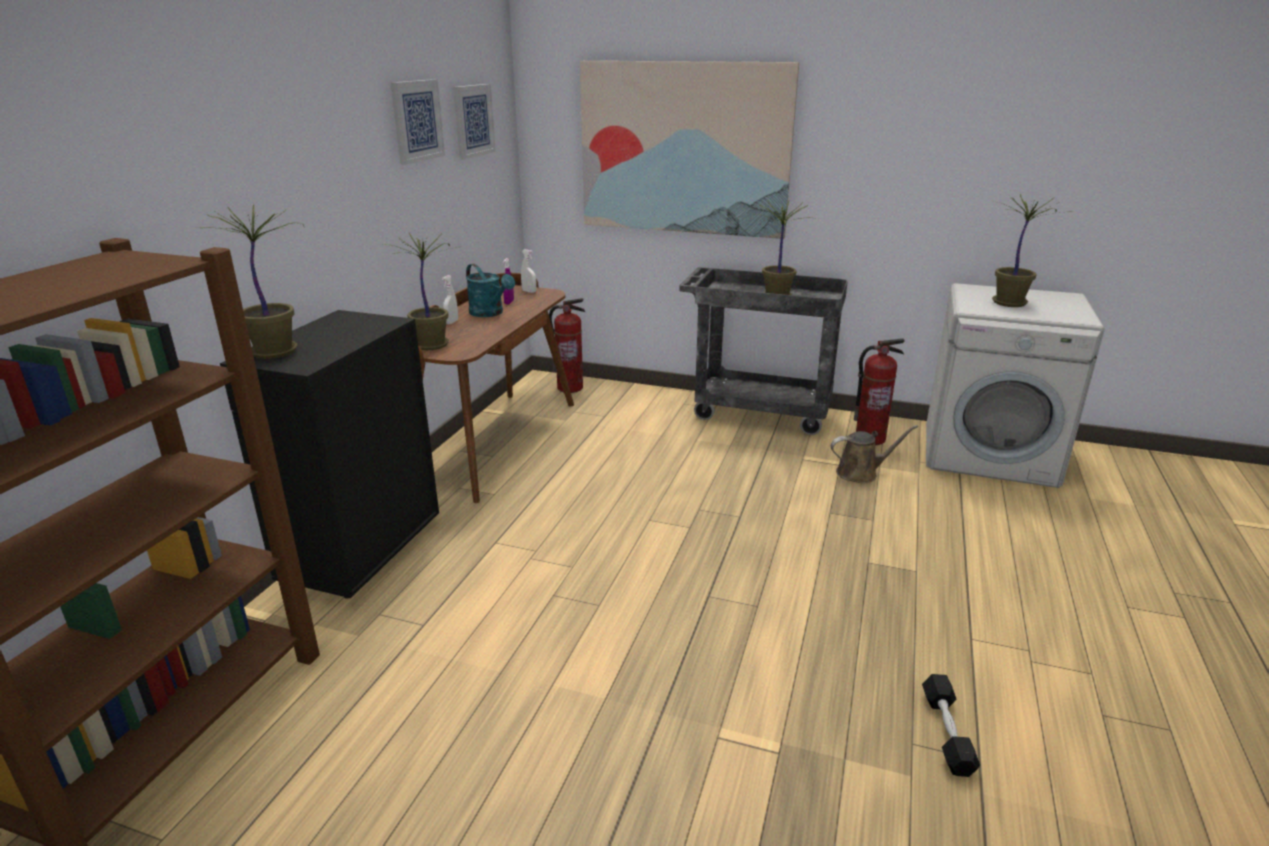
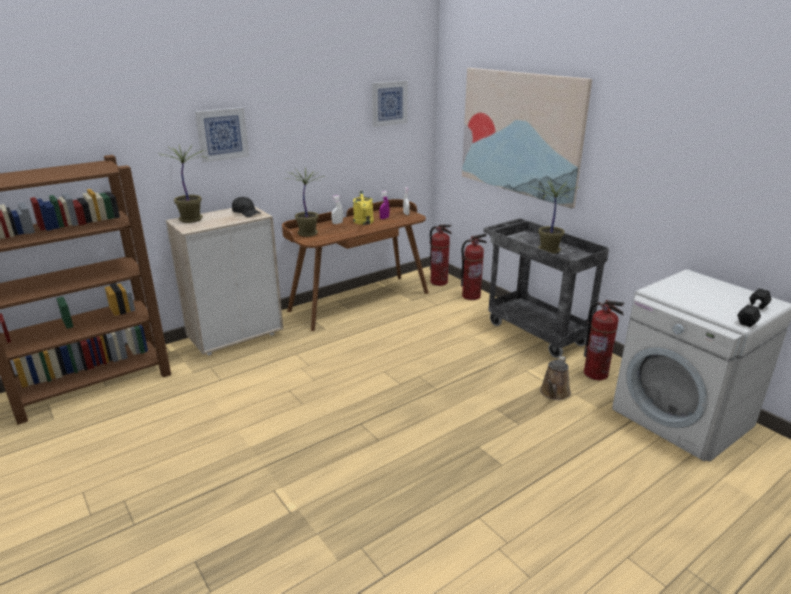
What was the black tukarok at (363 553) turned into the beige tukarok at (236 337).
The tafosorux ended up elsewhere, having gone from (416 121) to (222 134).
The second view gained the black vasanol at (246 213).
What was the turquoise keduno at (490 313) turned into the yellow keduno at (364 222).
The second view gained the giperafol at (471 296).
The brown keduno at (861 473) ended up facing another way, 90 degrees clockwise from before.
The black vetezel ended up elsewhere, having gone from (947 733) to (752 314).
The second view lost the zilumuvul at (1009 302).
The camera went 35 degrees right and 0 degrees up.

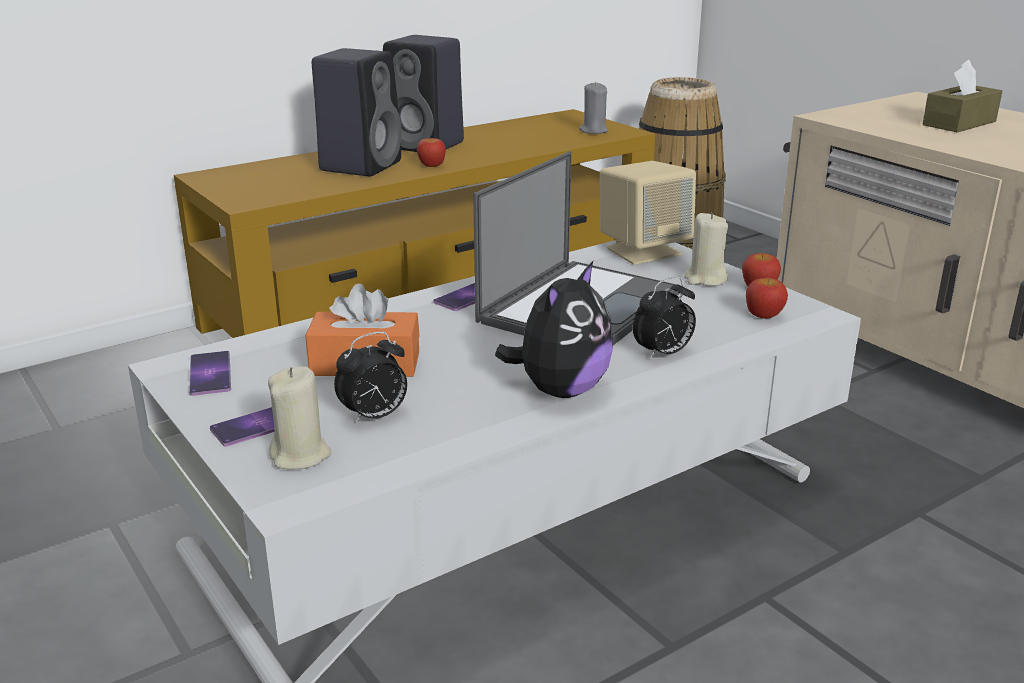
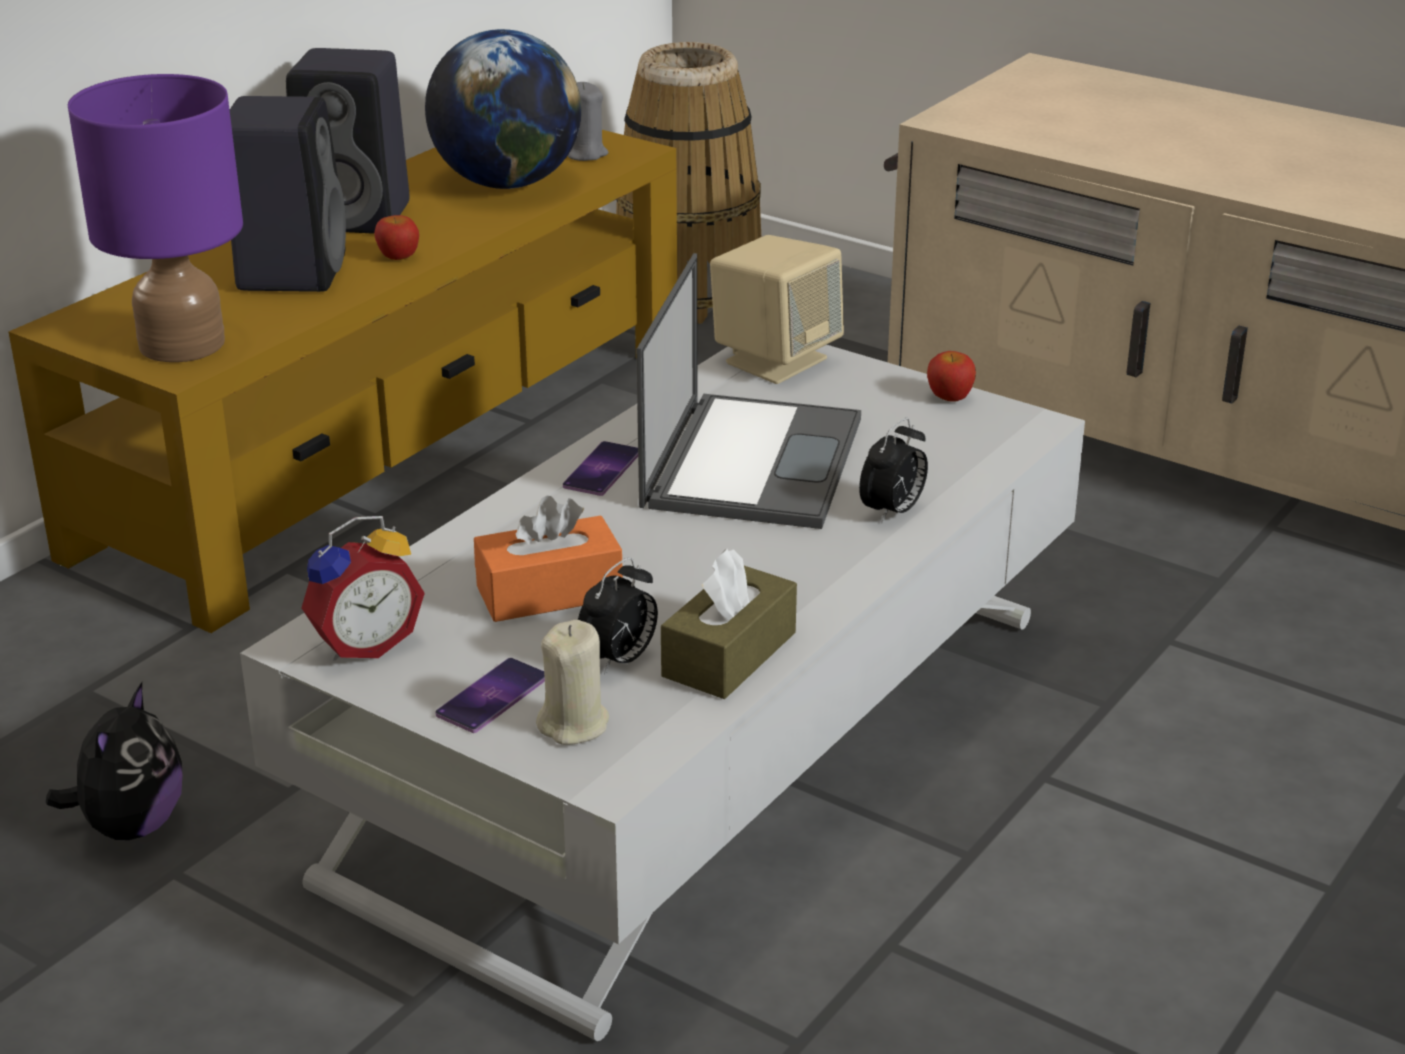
The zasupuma ended up elsewhere, having gone from (560 390) to (131 825).
The second view gained the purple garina at (184 344).
Where the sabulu stood at (210 373), the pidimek came to stand at (364 644).
The second view gained the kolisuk at (507 183).
The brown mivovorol ended up elsewhere, having gone from (959 123) to (729 654).
The second view lost the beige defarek at (705 279).
The second view lost the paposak at (764 315).
The camera went 20 degrees left and 5 degrees up.

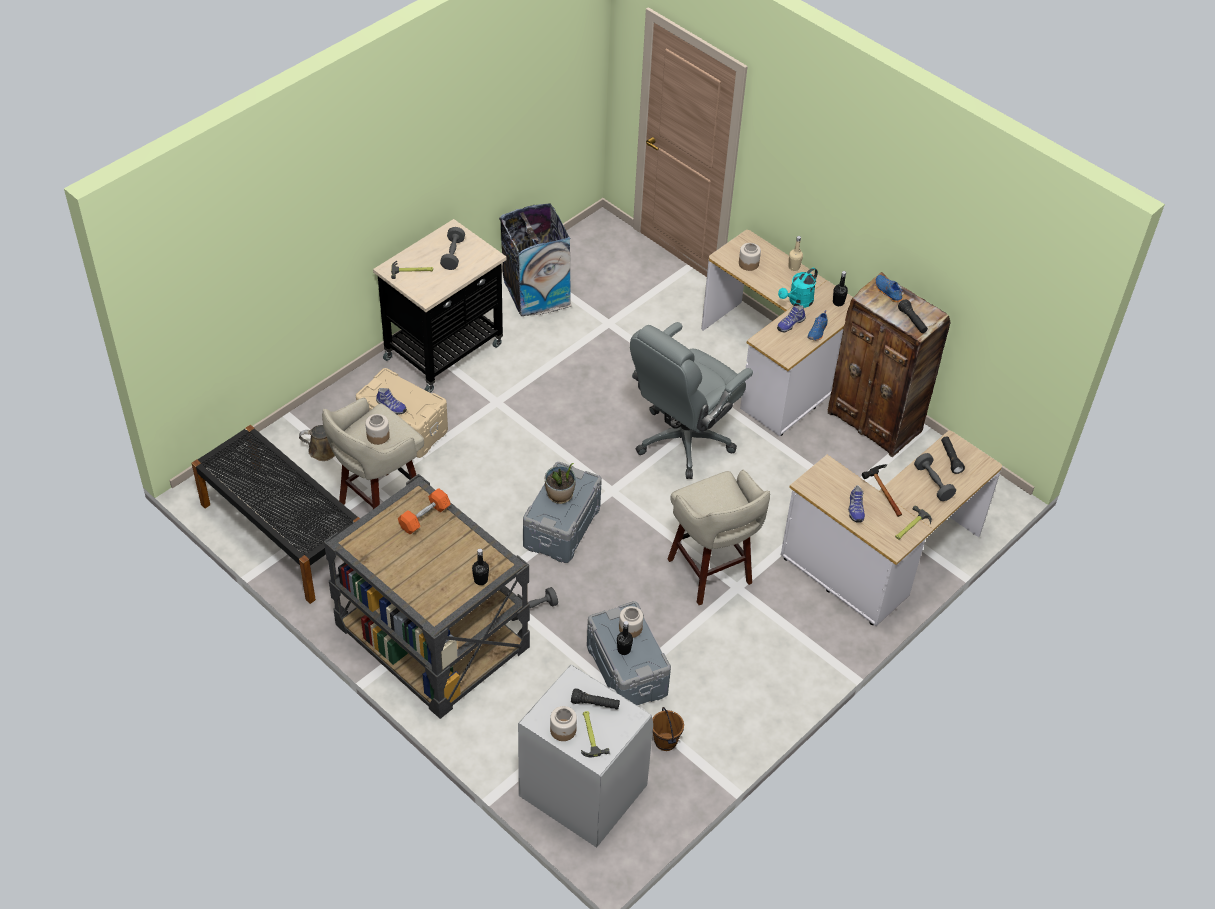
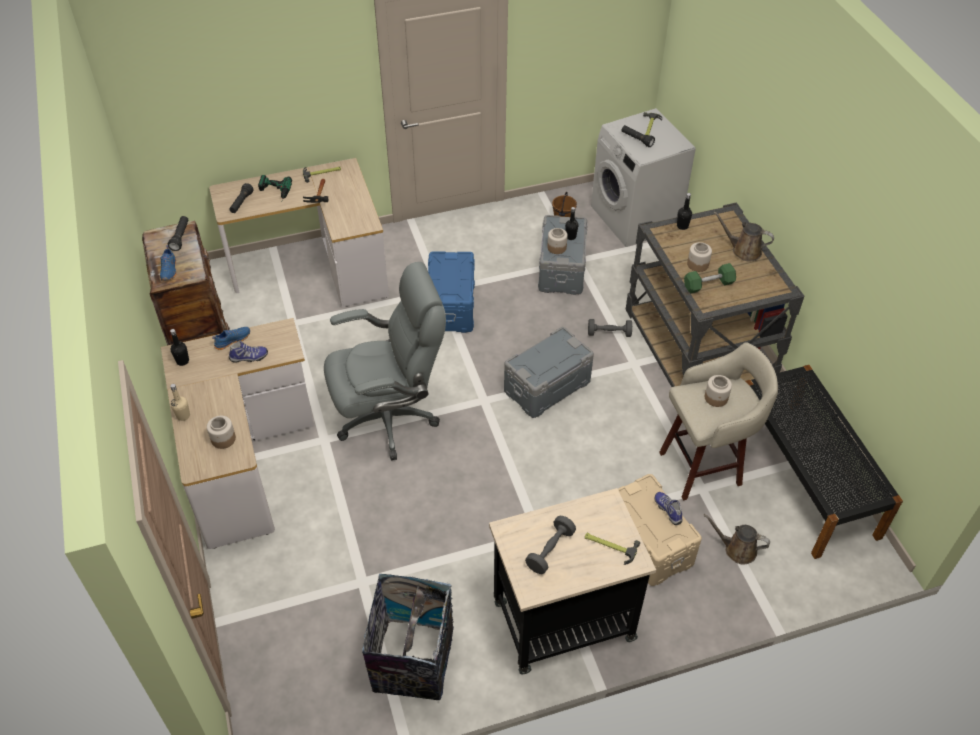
Where the grey vetezel stood at (933 483), the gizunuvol came to stand at (274 192).
Where the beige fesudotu stood at (711 574), the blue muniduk came to stand at (452 306).
What was the orange vetezel at (424 517) turned into the green vetezel at (708 285).
The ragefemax ended up elsewhere, having gone from (563 730) to (697 264).
The second view gained the brown keduno at (743 250).
The second view lost the zilumuvul at (560 495).
The second view lost the turquoise keduno at (798 302).
The second view lost the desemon at (855 509).
The camera went 150 degrees left and 0 degrees up.

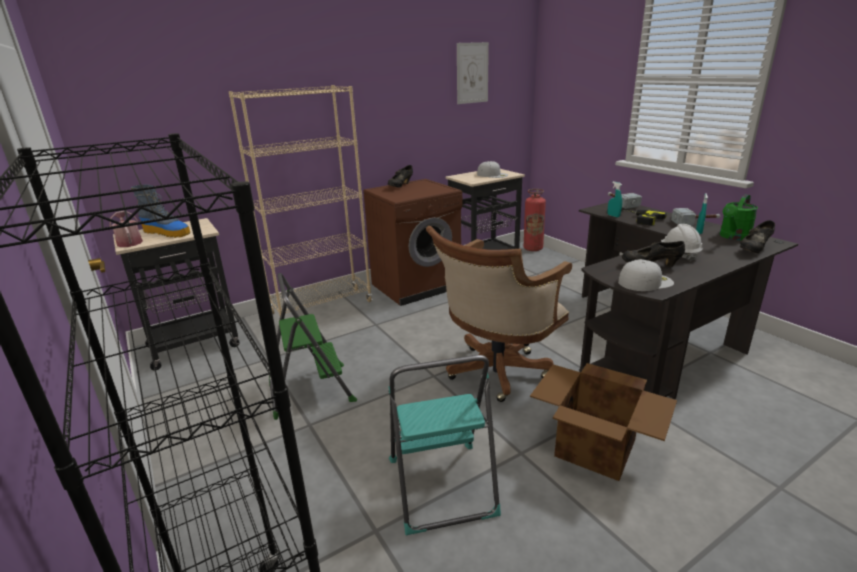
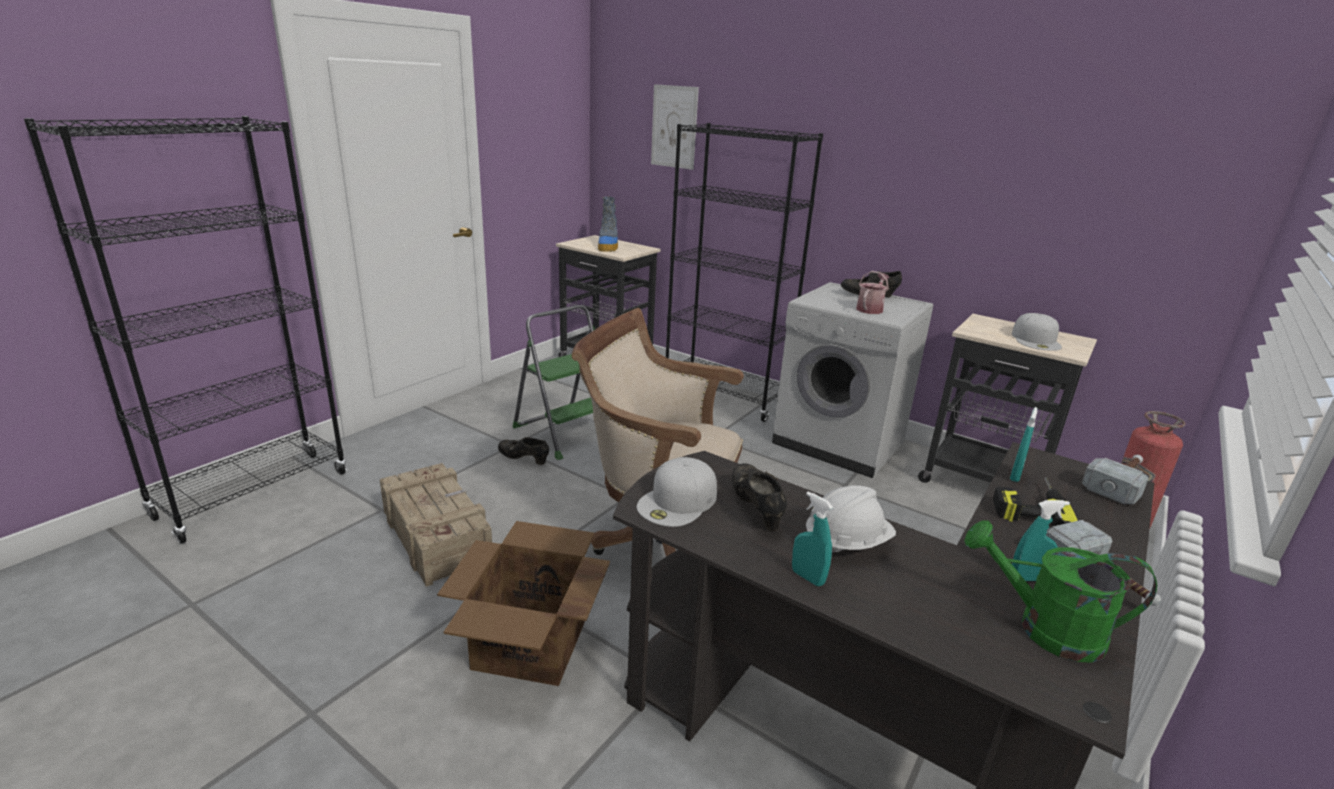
Where the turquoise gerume stood at (441 489), the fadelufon came to stand at (437 535).
The black desemon ended up elsewhere, having gone from (754 250) to (524 459).
The white vasanol at (645 281) ended up facing another way, 75 degrees clockwise from before.
The tafosorux ended up elsewhere, having gone from (472 73) to (674 127).
What was the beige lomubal at (321 307) turned into the black lomubal at (724 398).
What was the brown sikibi at (417 286) turned into the white sikibi at (837 444).
The second view gained the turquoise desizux at (807 577).
The keduno ended up elsewhere, having gone from (129 242) to (870 308).
The camera went 65 degrees right and 0 degrees up.

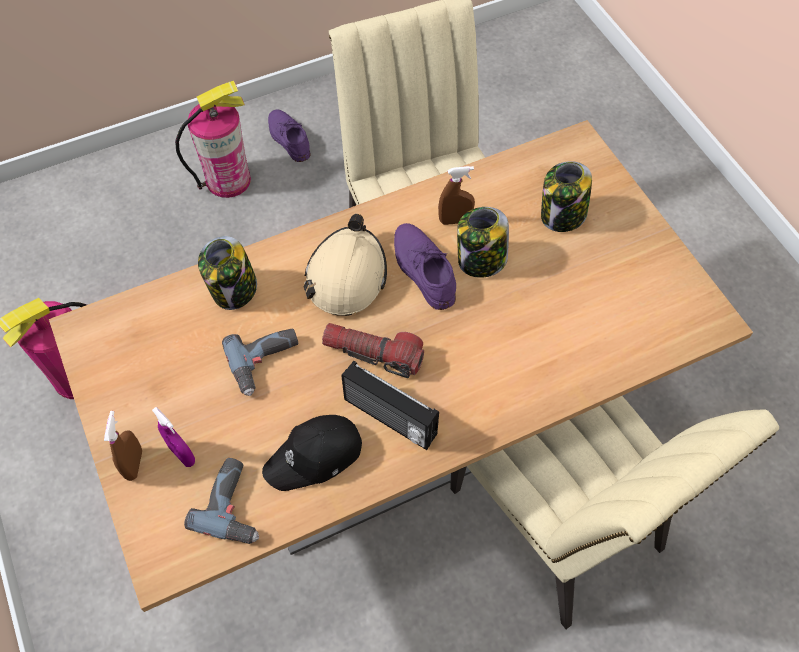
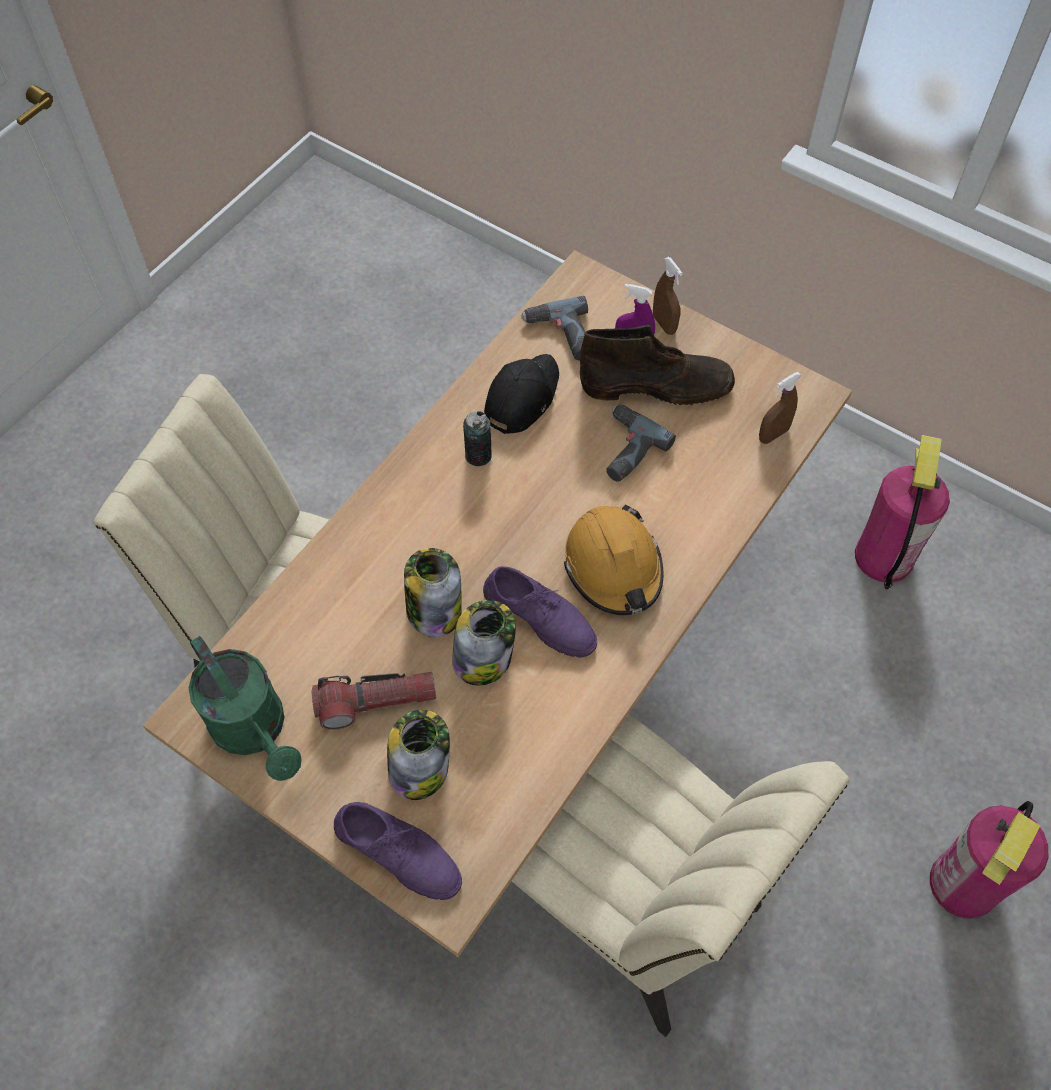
The second view gained the green keduno at (255 731).
The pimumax ended up elsewhere, having gone from (373 354) to (376 702).
The purple desemon ended up elsewhere, having gone from (288 138) to (399 852).
The ragefemax ended up elsewhere, having gone from (234 290) to (433 610).
Where the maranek stood at (389 419), the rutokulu came to stand at (478 455).
What was the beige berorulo at (346 276) turned into the orange berorulo at (613 567).
The second view gained the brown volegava at (657 385).
The brown desizux ended up elsewhere, having gone from (455 220) to (773 434).
The camera went 150 degrees right and 0 degrees up.

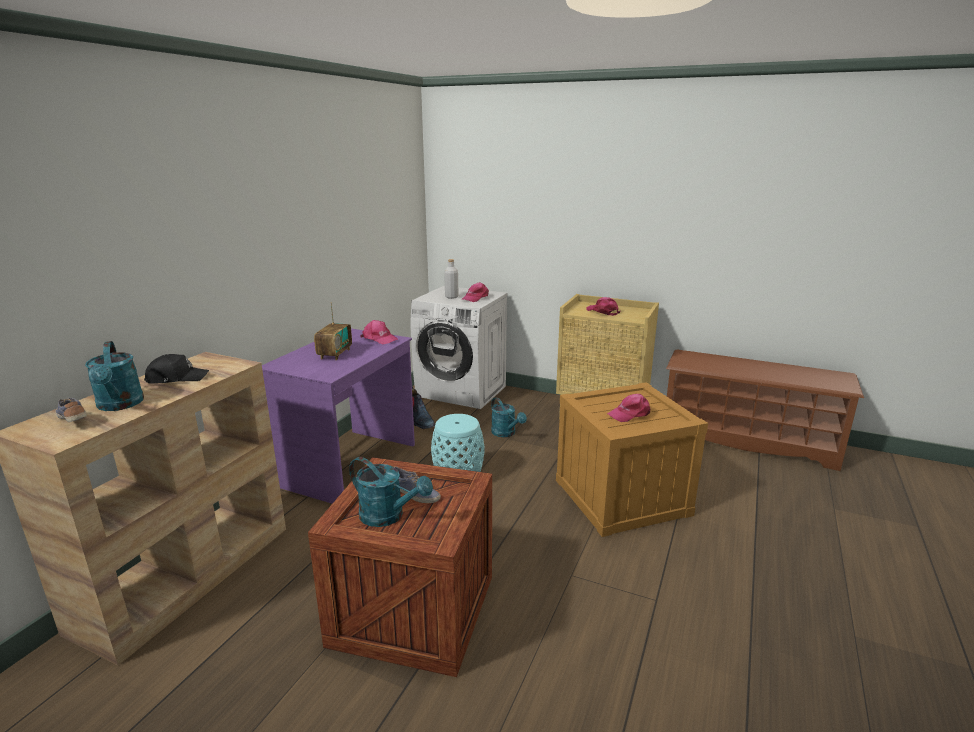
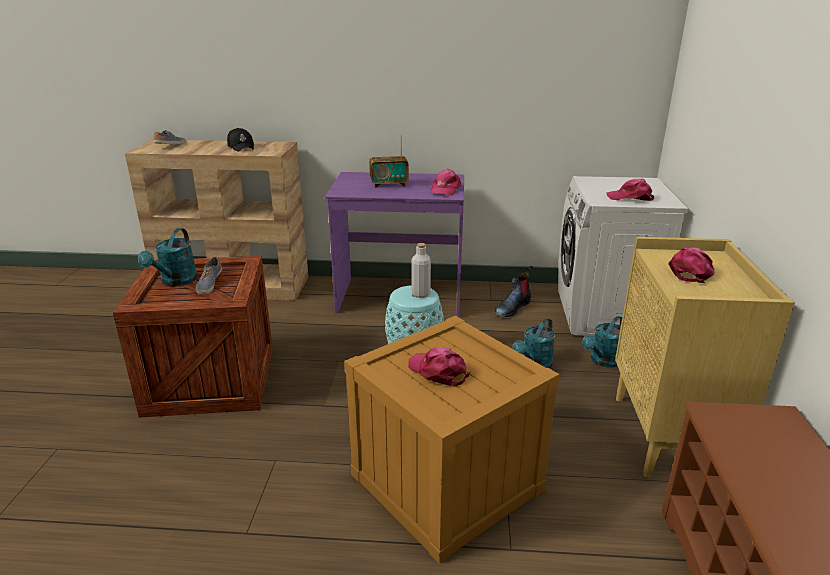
The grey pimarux ended up elsewhere, having gone from (451 297) to (421 294).
The turquoise keduno ended up elsewhere, having gone from (120 405) to (603 361).
The camera went 70 degrees right and 5 degrees up.

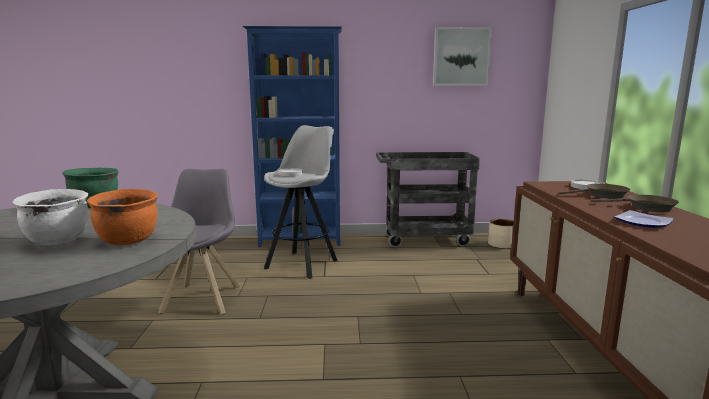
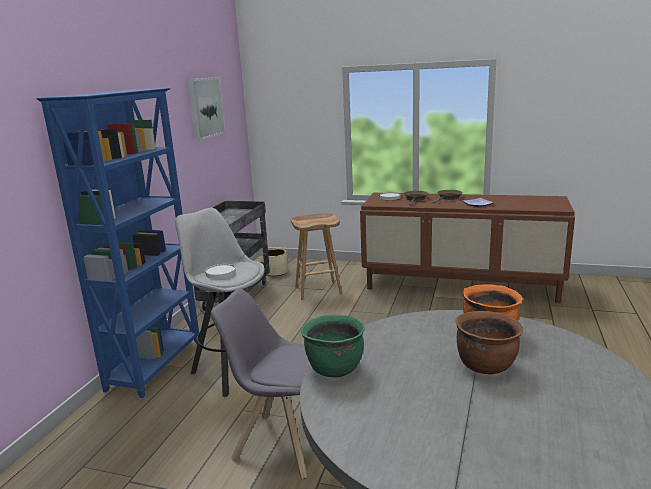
The second view gained the brown fesudotu at (318 290).
What was the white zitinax at (59 241) turned into the brown zitinax at (485 365).
The camera went 70 degrees left and 5 degrees up.

